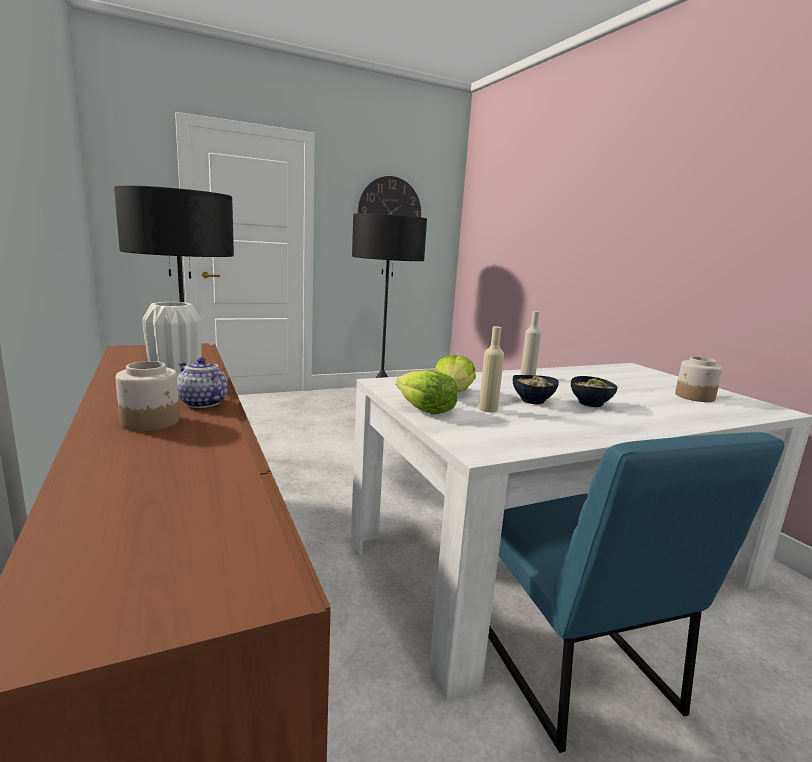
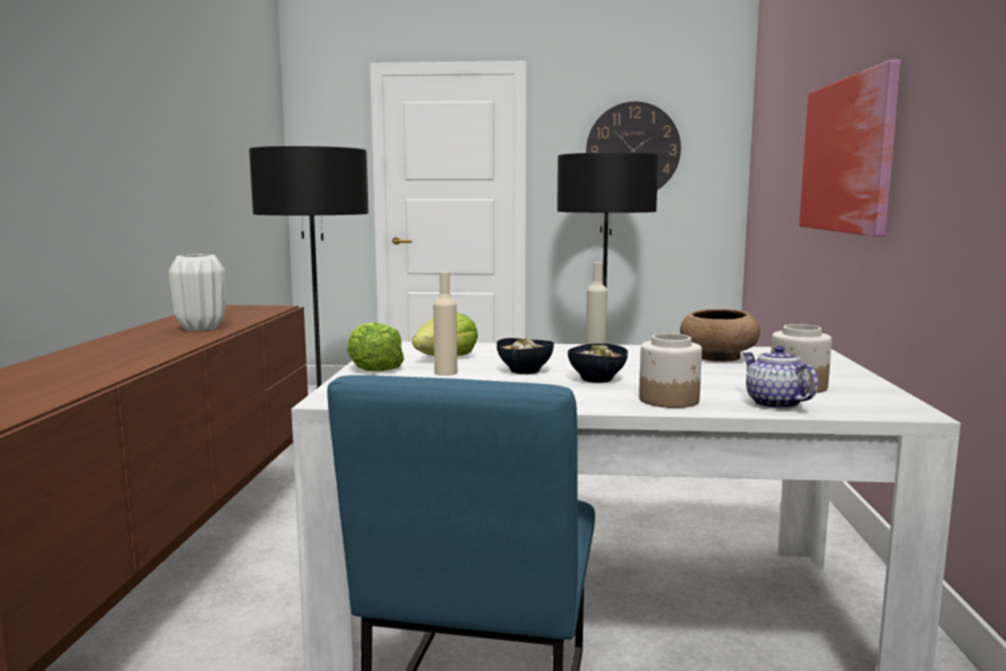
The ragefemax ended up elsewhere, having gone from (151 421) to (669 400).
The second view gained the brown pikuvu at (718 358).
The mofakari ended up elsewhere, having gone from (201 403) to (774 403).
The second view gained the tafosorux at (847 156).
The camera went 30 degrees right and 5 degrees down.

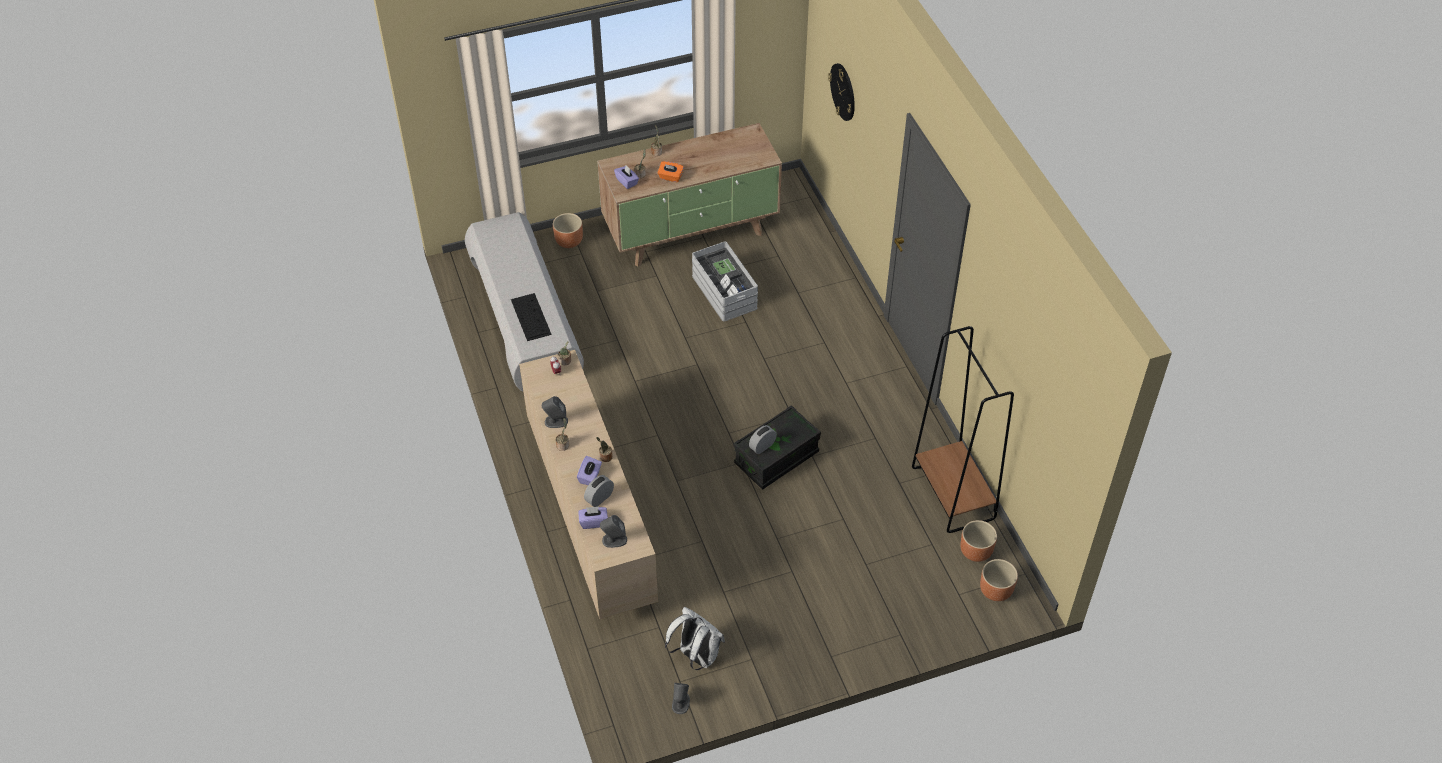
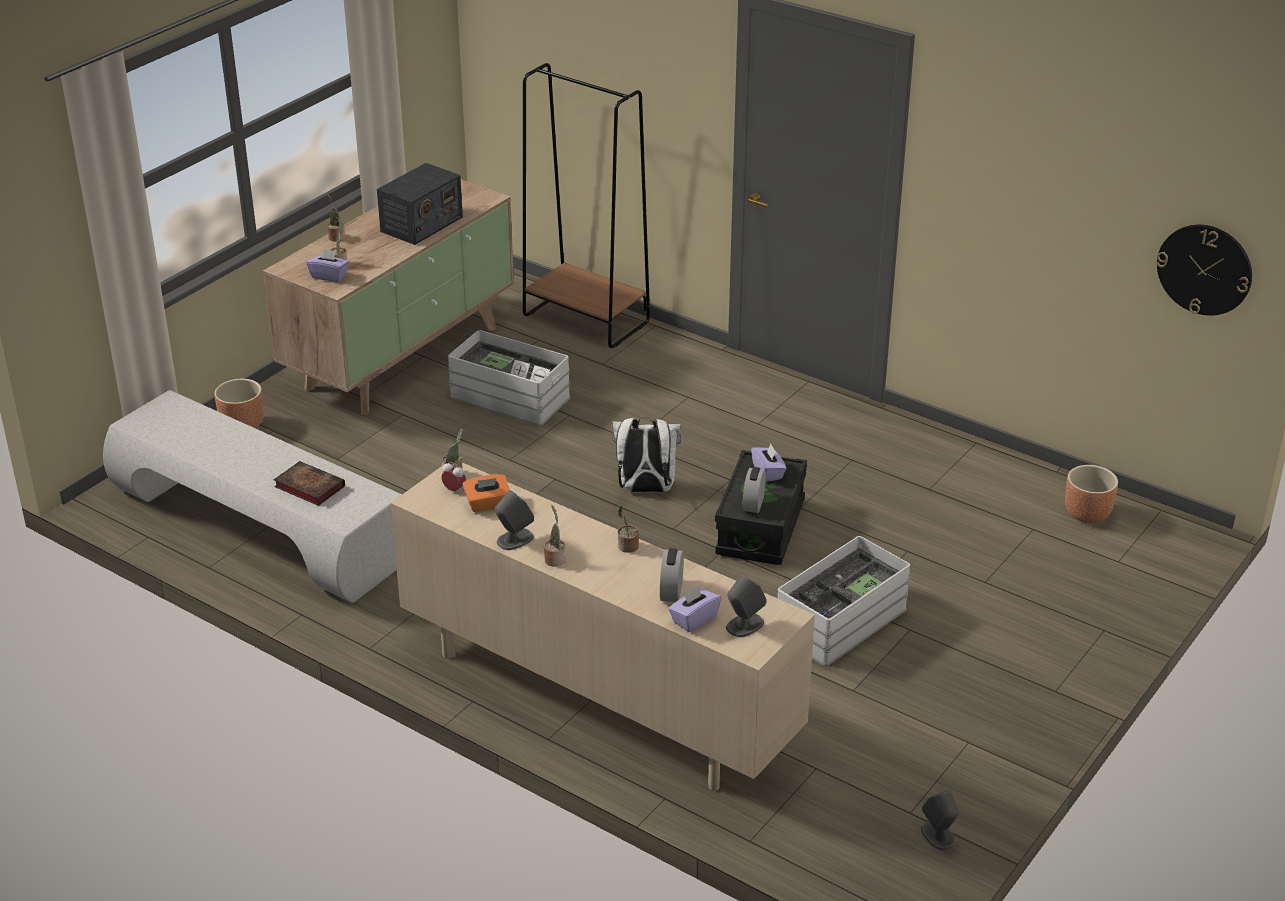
Where the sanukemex stood at (530 316), the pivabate came to stand at (308 486).
The second view gained the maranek at (421 224).
The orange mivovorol ended up elsewhere, having gone from (670 177) to (487 504).
The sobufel ended up elsewhere, having gone from (953 494) to (586 320).
The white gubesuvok ended up elsewhere, having gone from (696 656) to (645 489).
The purple mivovorol ended up elsewhere, having gone from (590 476) to (768 472).
The second view gained the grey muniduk at (842 622).
The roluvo ended up elsewhere, having gone from (843 91) to (1204 269).
The second view lost the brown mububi at (995 591).
The camera went 35 degrees left and 15 degrees down.

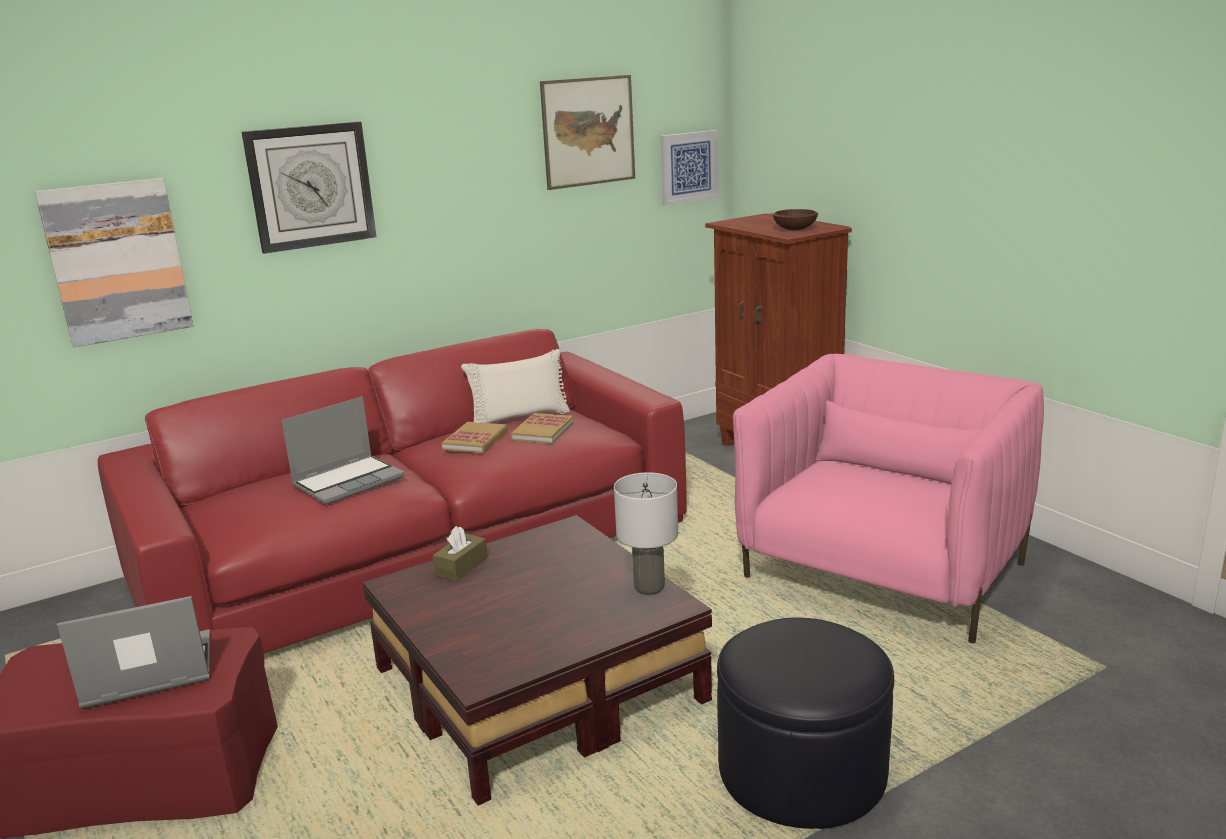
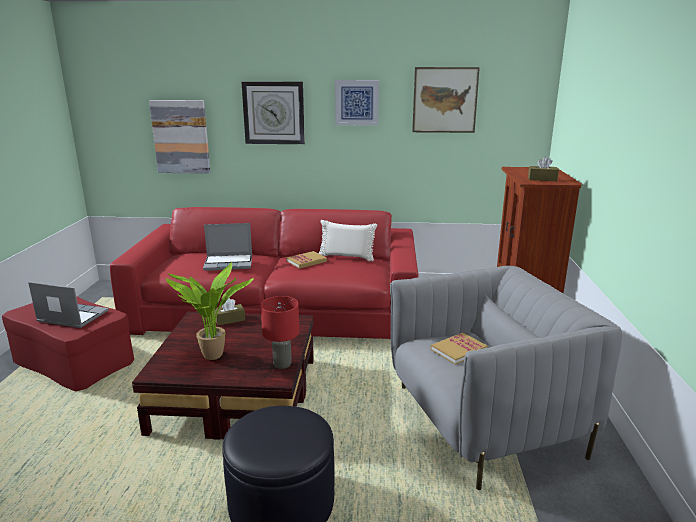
The second view gained the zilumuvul at (214 357).
What was the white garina at (649 589) turned into the red garina at (281 365).
The tafosorux ended up elsewhere, having gone from (688 167) to (357 102).
What was the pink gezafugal at (883 573) turned into the grey gezafugal at (484 421).
The pivabate ended up elsewhere, having gone from (542 431) to (458 350).
Where the brown pikuvu stood at (795 229), the brown mivovorol came to stand at (542 179).
The camera went 35 degrees right and 0 degrees up.

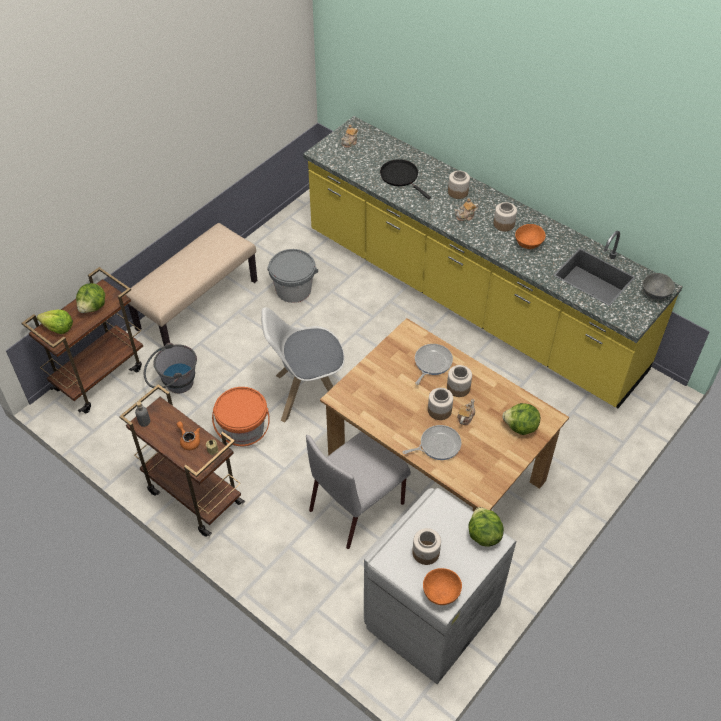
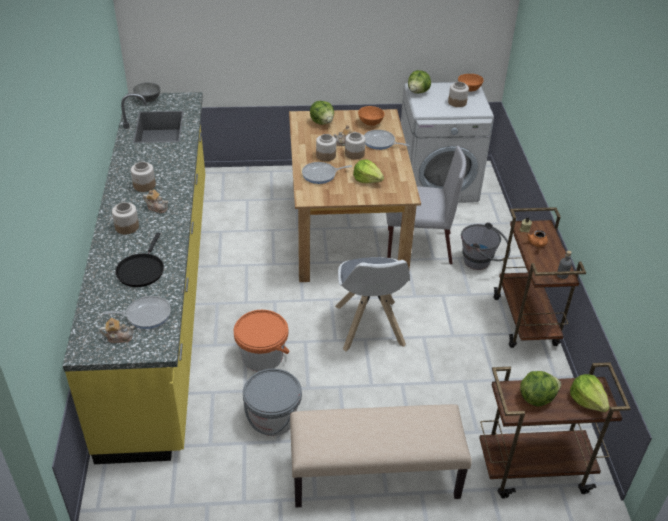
The second view gained the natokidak at (146 315).
The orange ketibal ended up elsewhere, having gone from (243 430) to (262 356).
The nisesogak at (308 394) ended up facing another way, 45 degrees clockwise from before.
The second view gained the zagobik at (367 179).
The orange pikuvu ended up elsewhere, having gone from (529 244) to (370 122).
The grey ketibal ended up elsewhere, having gone from (173 384) to (482 263).
The camera went 135 degrees left and 10 degrees down.

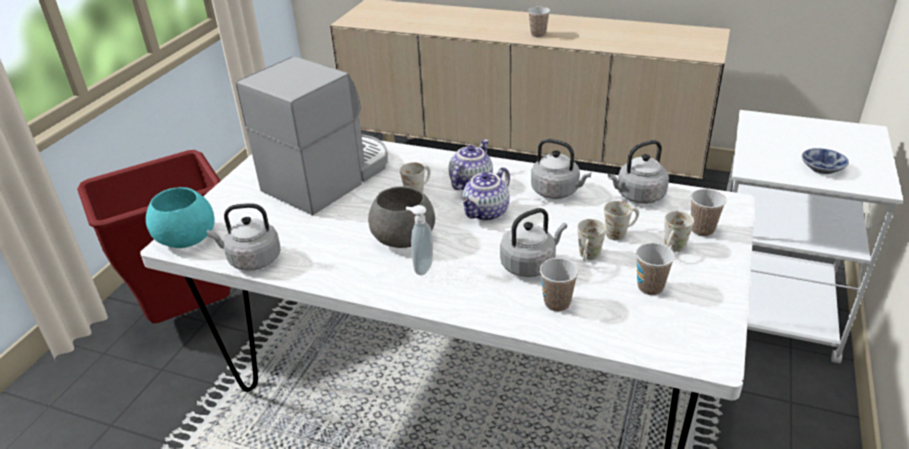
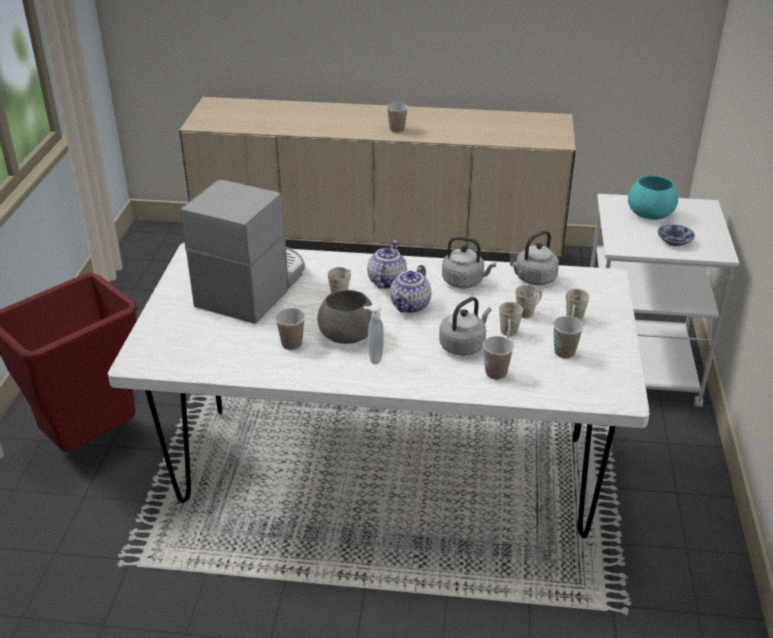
The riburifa ended up elsewhere, having gone from (702 230) to (292 344).
The turquoise pikuvu ended up elsewhere, having gone from (187 238) to (651 214).
The second view lost the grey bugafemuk at (252 260).
The camera went 15 degrees left and 0 degrees up.

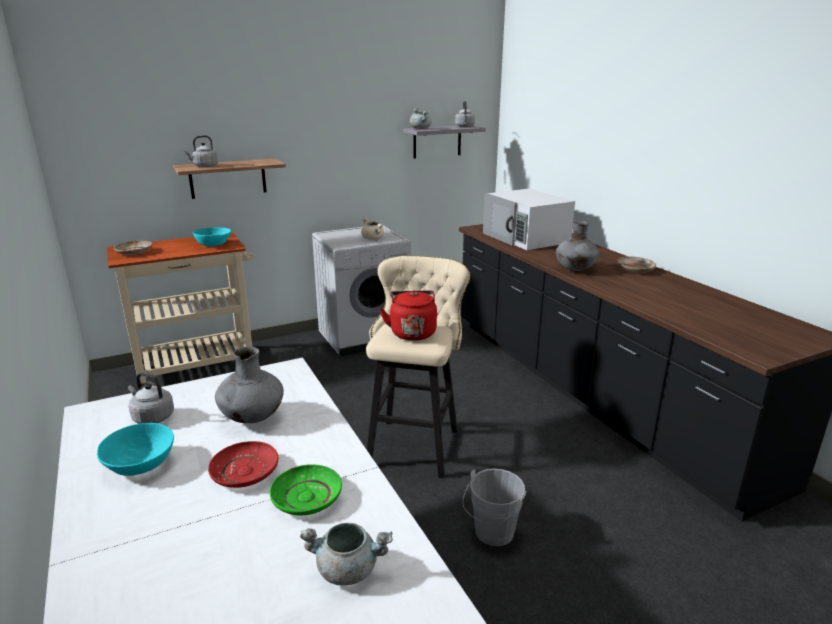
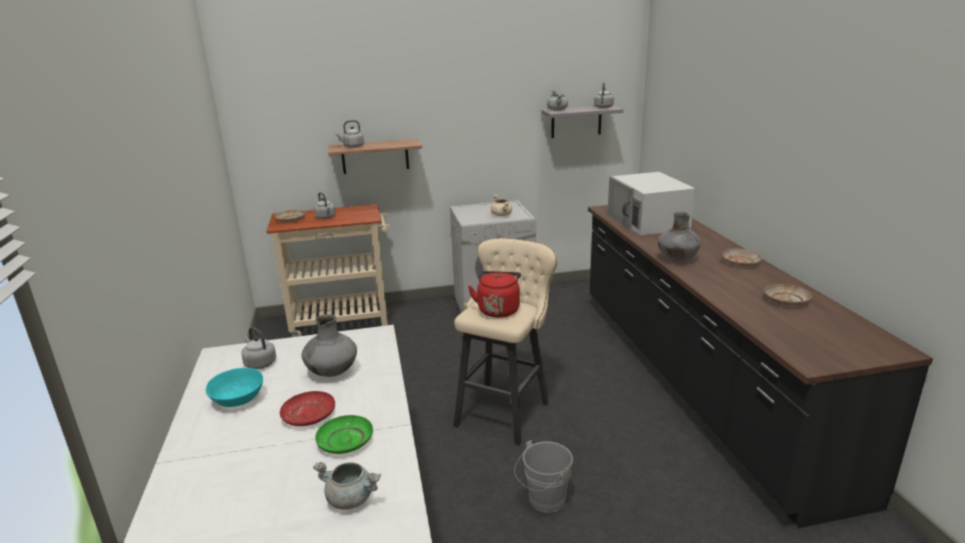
The second view gained the grey bugafemuk at (326 217).
The second view gained the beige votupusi at (786 300).
The second view lost the turquoise pikuvu at (213 244).
The camera went 15 degrees right and 0 degrees up.

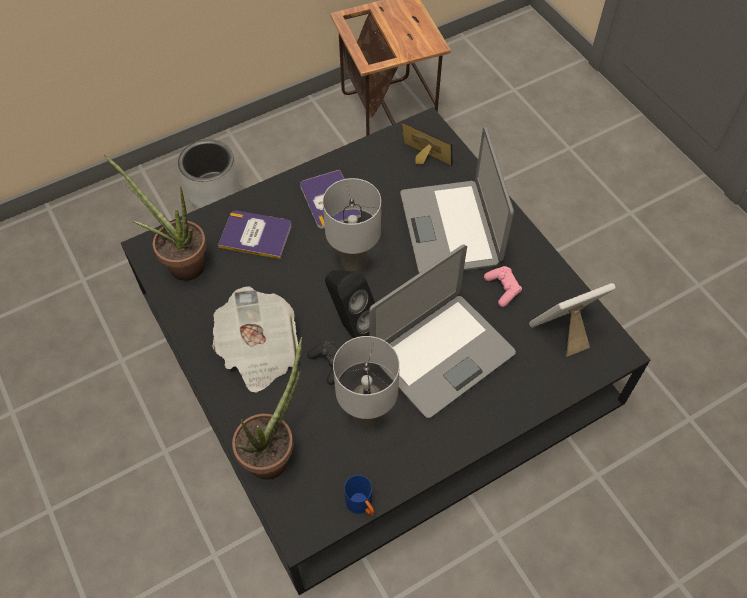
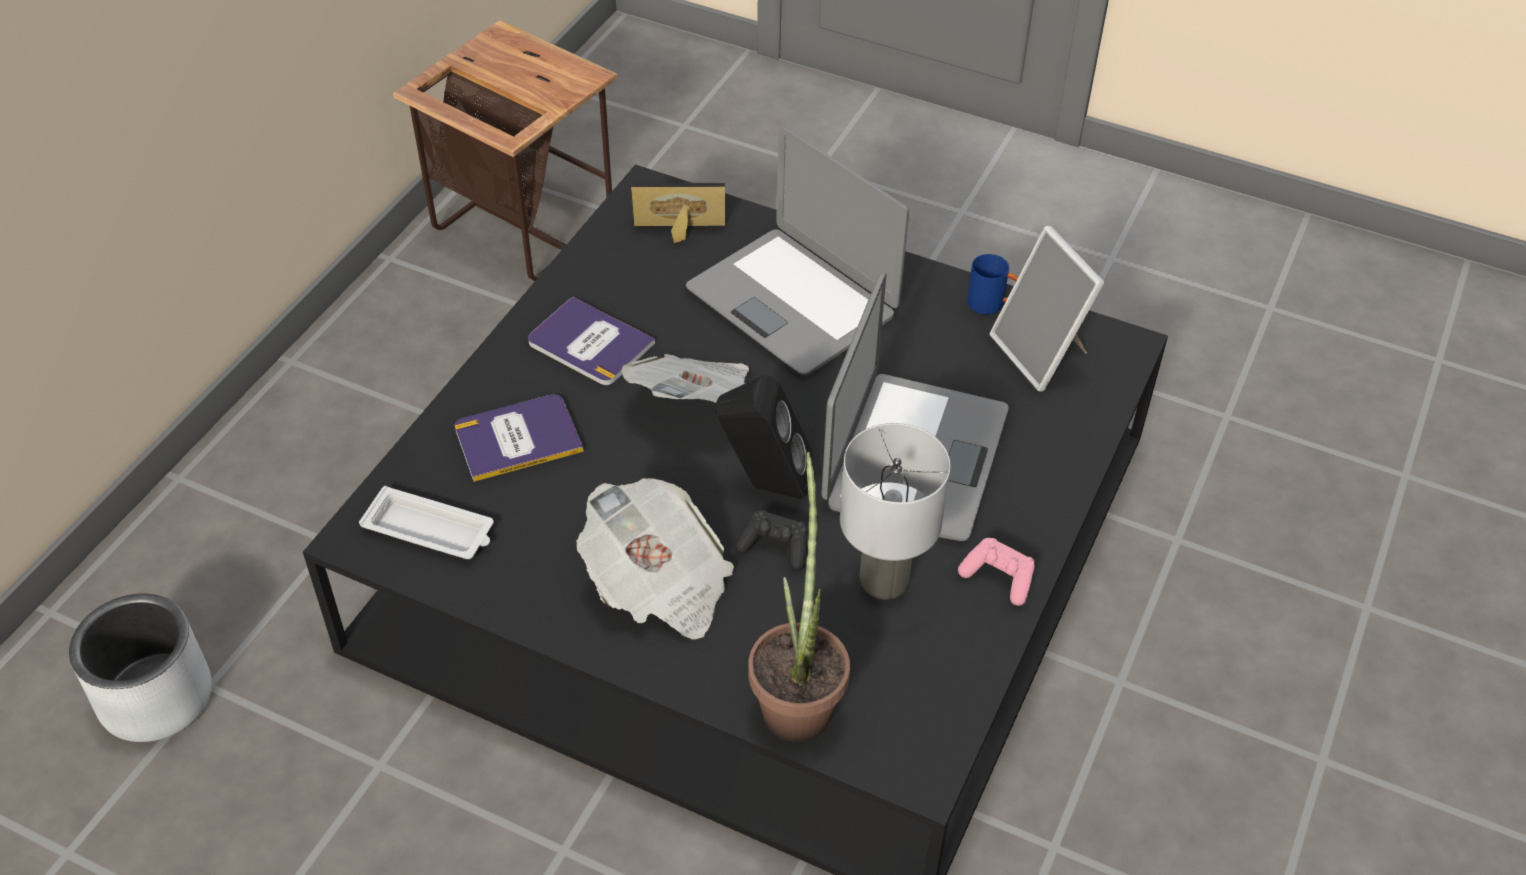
The grey mububi ended up elsewhere, having gone from (213 192) to (155 698).
Where the zilumuvul stood at (180 263), the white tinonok came to stand at (431 530).
Where the white garina stood at (355 262), the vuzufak came to stand at (697 404).
The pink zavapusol ended up elsewhere, having gone from (502 289) to (998 578).
The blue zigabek ended up elsewhere, having gone from (362 505) to (992 305).
The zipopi at (564 331) ended up facing another way, 60 degrees counterclockwise from before.
The camera went 35 degrees left and 10 degrees down.

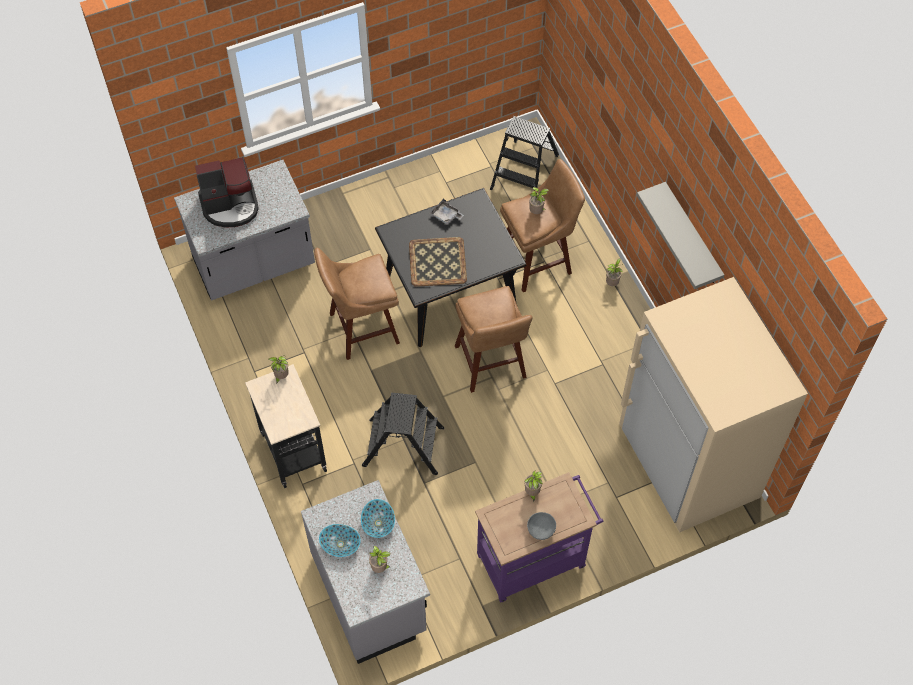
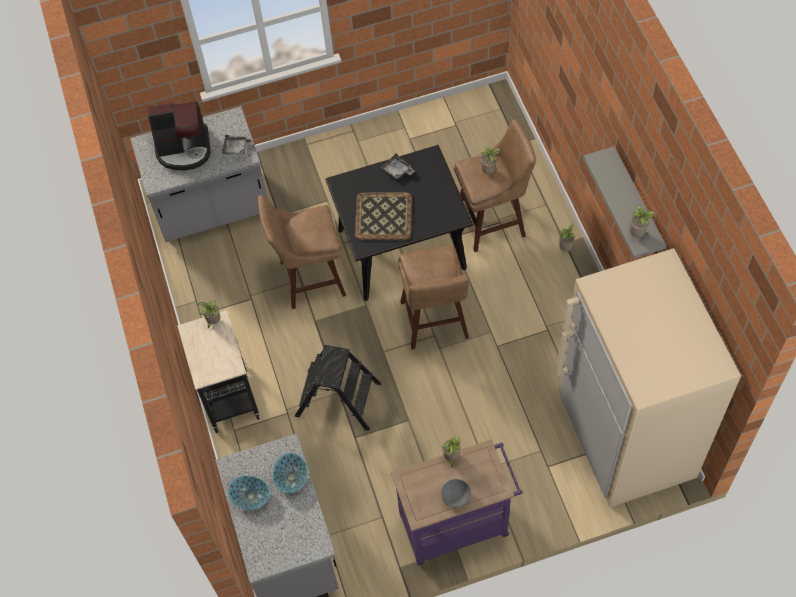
The second view gained the grey tinonok at (237 148).
The zilumuvul ended up elsewhere, having gone from (380 568) to (637 234).
The second view lost the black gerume at (524 171).
The camera went 10 degrees right and 0 degrees up.

